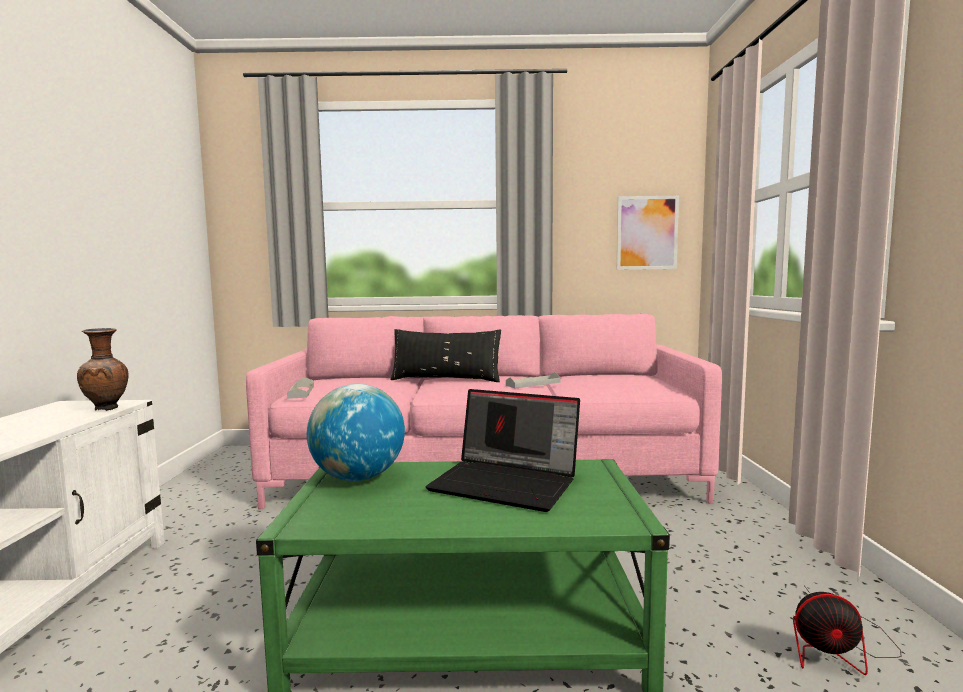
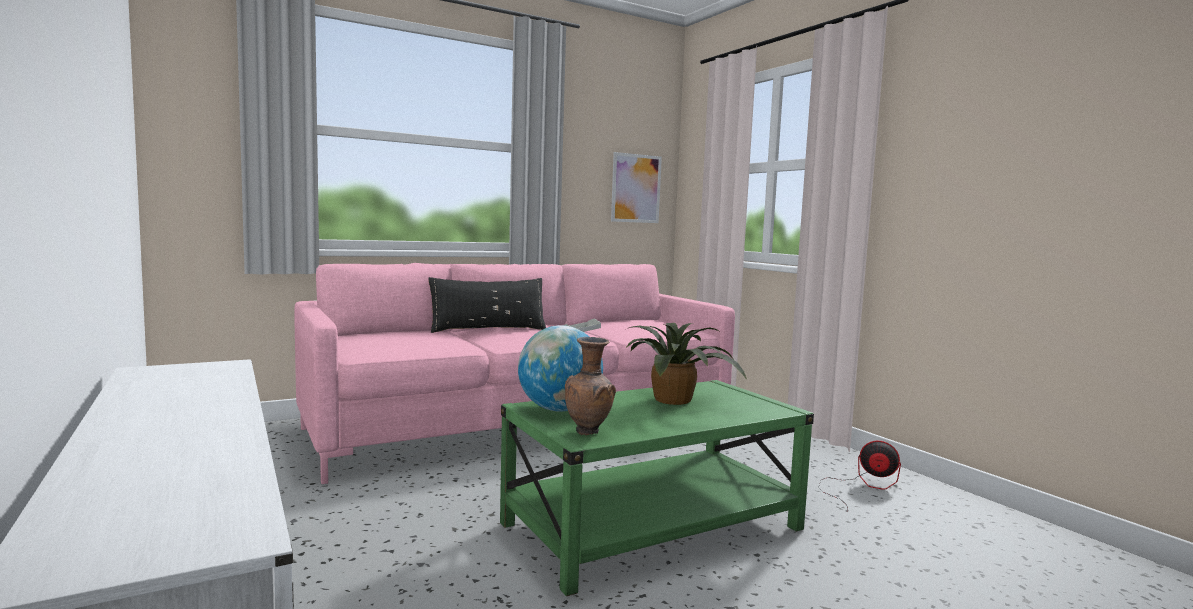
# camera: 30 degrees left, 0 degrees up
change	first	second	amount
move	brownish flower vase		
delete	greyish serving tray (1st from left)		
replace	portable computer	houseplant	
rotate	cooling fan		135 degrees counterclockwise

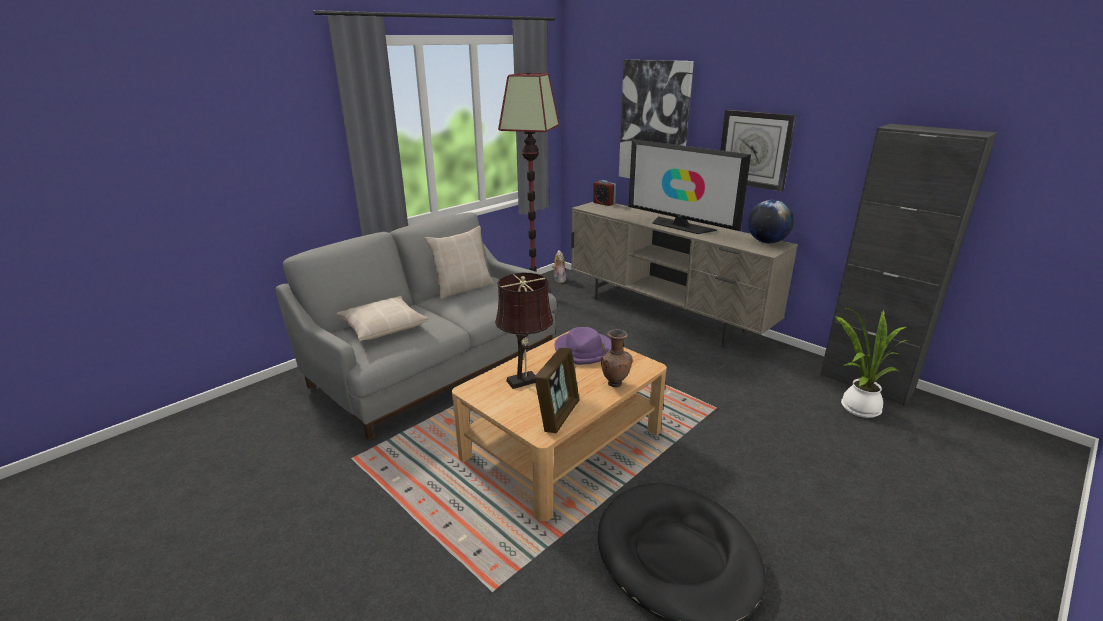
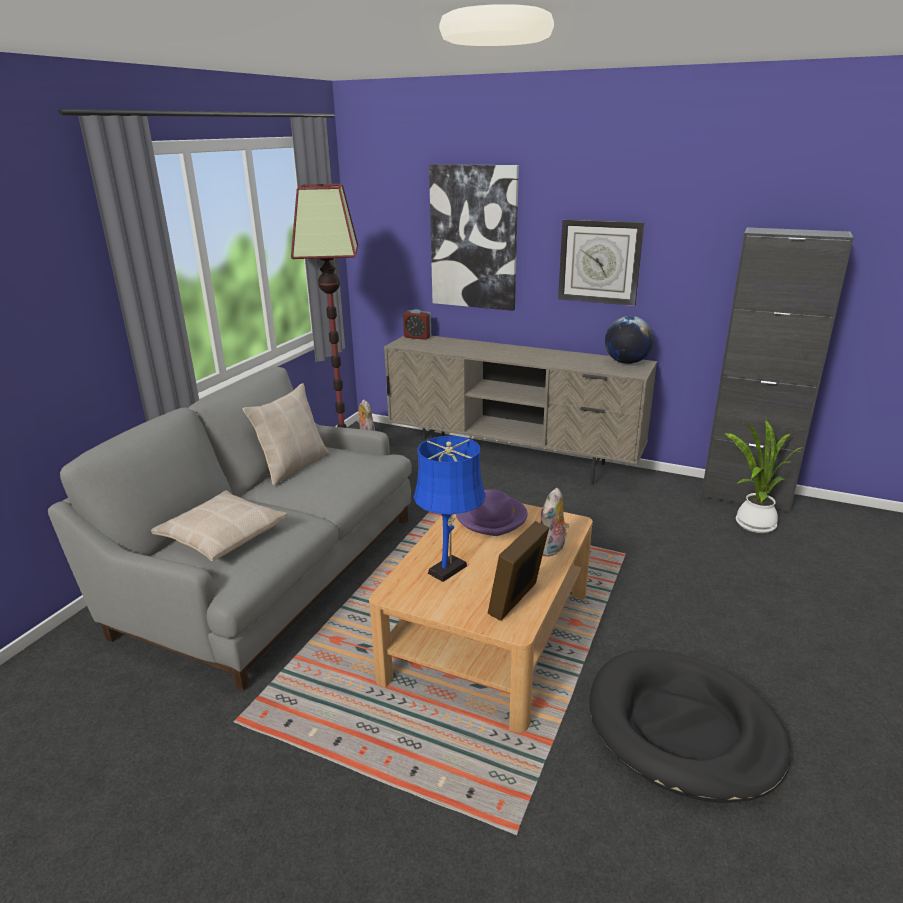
# camera: 20 degrees left, 0 degrees up
change	first	second	amount
delete	television		
recolor	brownish table lamp	blue-coloured table lamp	
replace	brownish flower vase	cuddly toy (2nd from left)	
rotate	photo frame		150 degrees counterclockwise

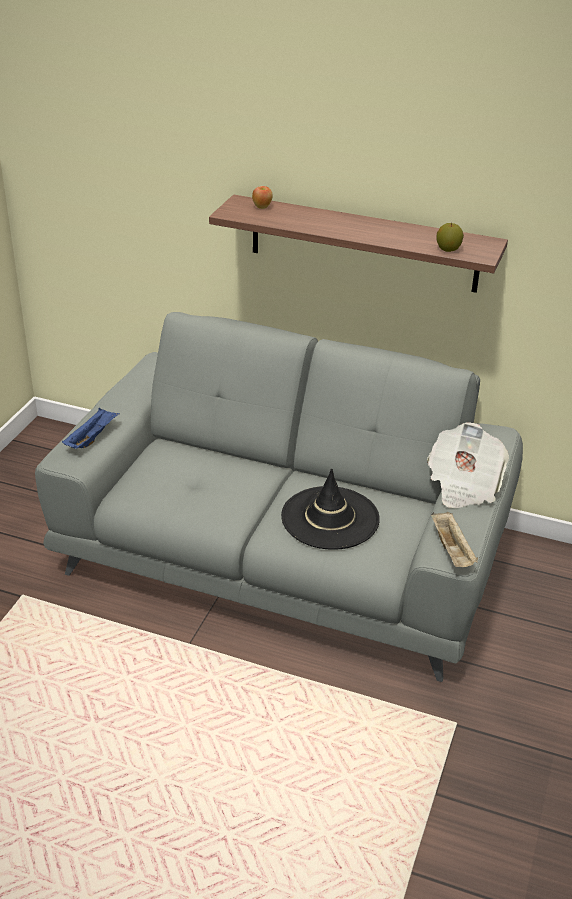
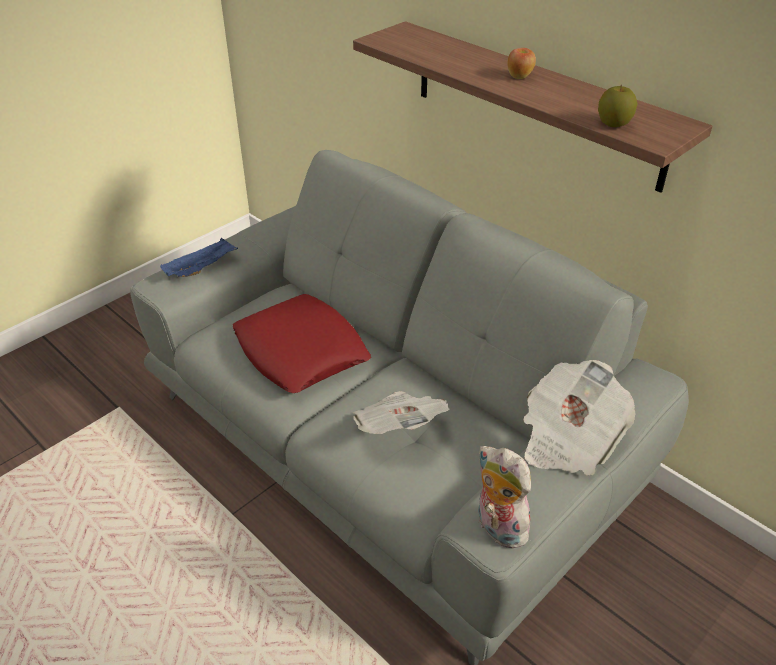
# camera: 25 degrees right, 5 degrees up
change	first	second	amount
move	apple (1st from left)		
replace	black wearable hat	daily paper (1st from left)	
replace	beige serving tray	cuddly toy	
insert		red cushion	

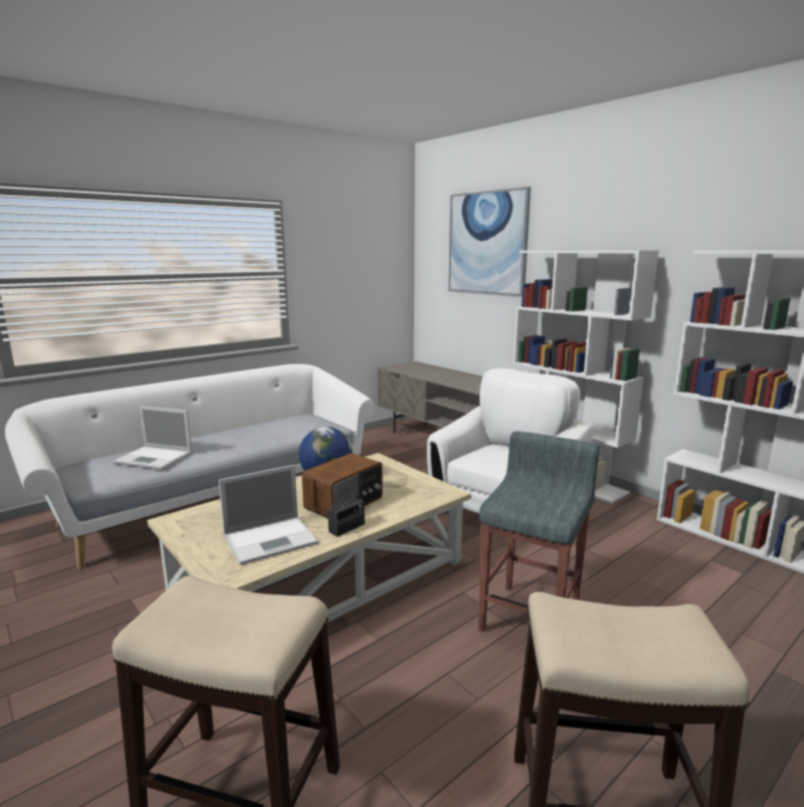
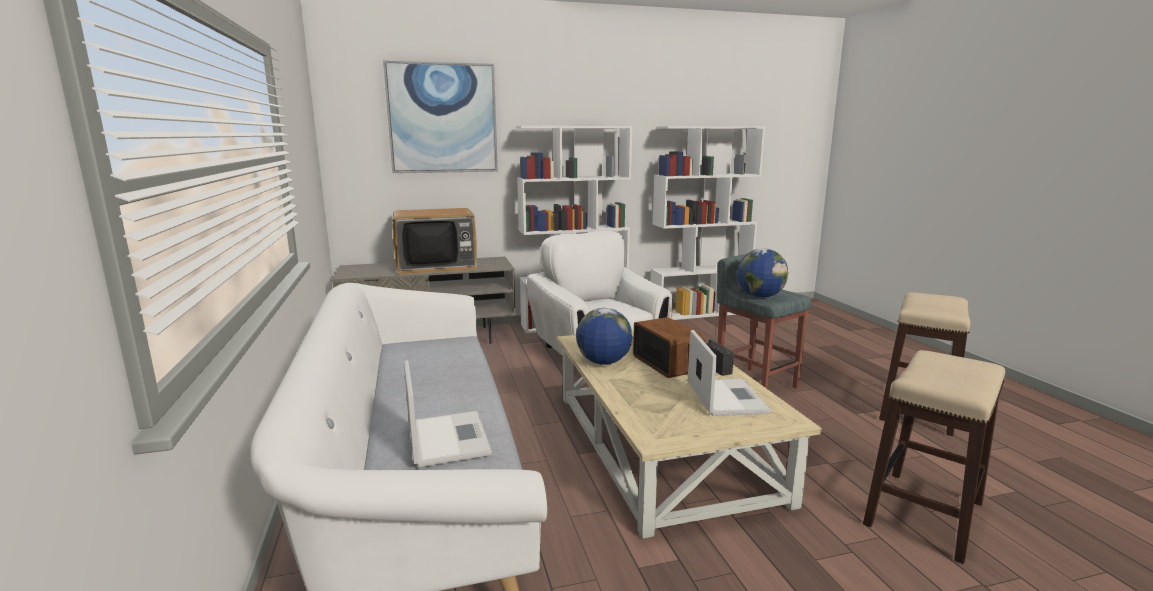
# camera: 65 degrees left, 0 degrees up
change	first	second	amount
rotate	portable computer (1st from left)		60 degrees counterclockwise
insert		television	
insert		globe (2nd from left)	

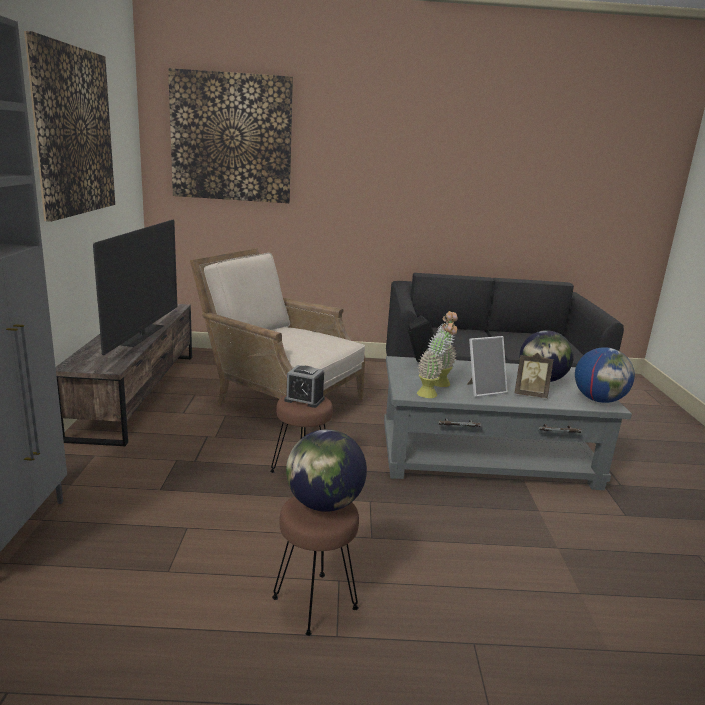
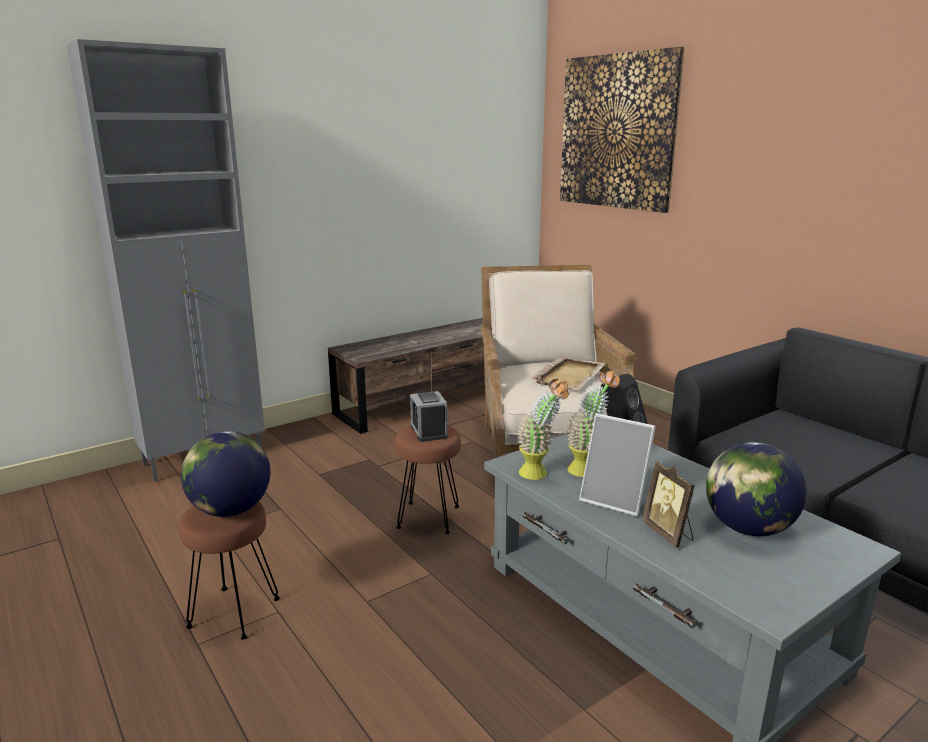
# camera: 55 degrees right, 0 degrees up
change	first	second	amount
delete	picture (1st from left)		
delete	television		
delete	globe (3rd from left)		
insert		beige serving tray	

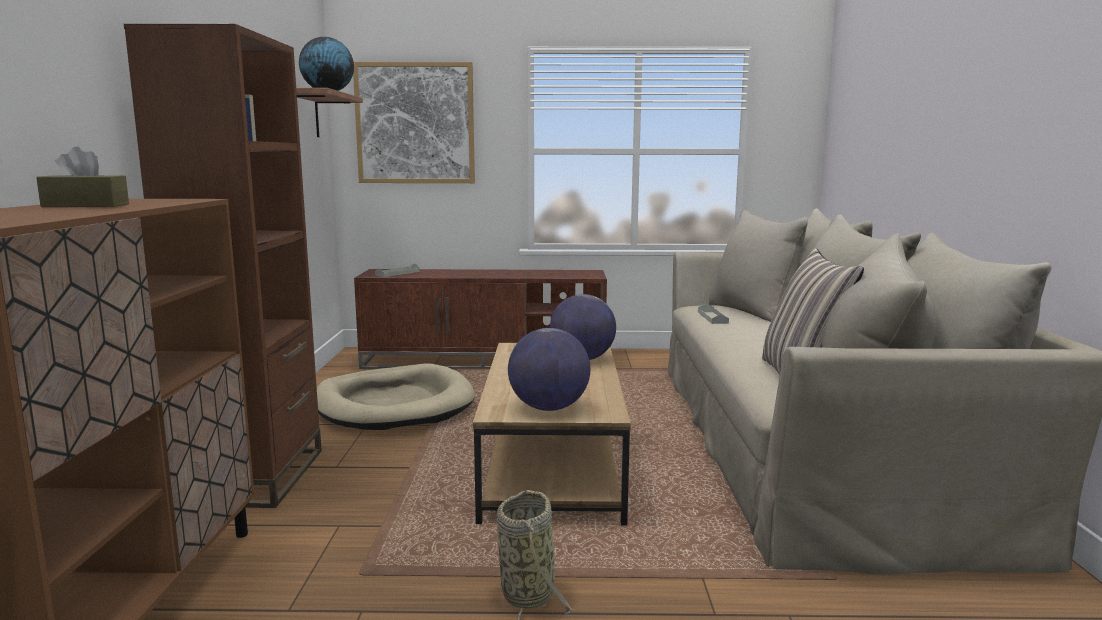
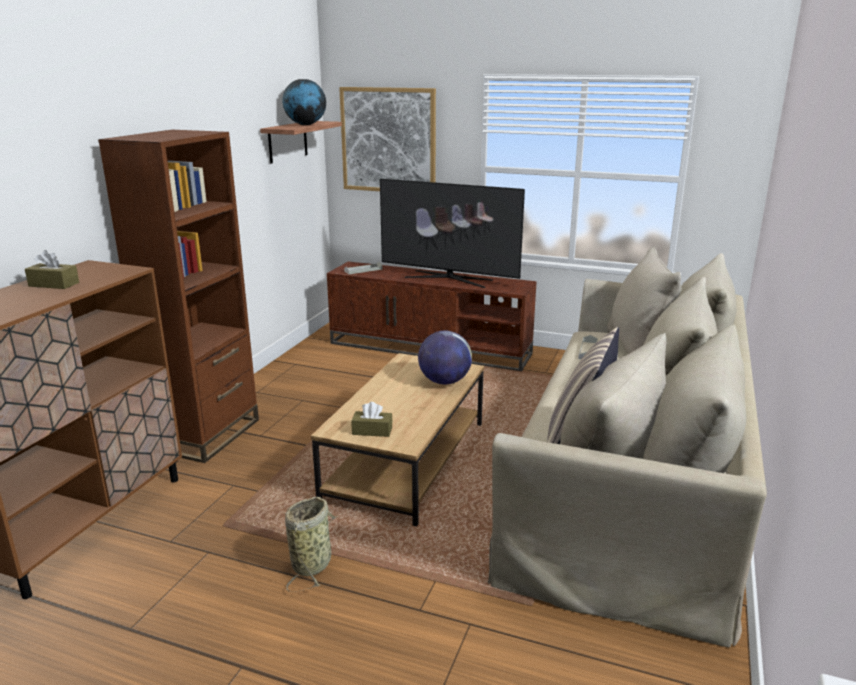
# camera: 20 degrees right, 10 degrees up
change	first	second	amount
replace	globe (2nd from left)	brownish box of tissues (2nd from left)	
delete	beige dog bed		
insert		television	

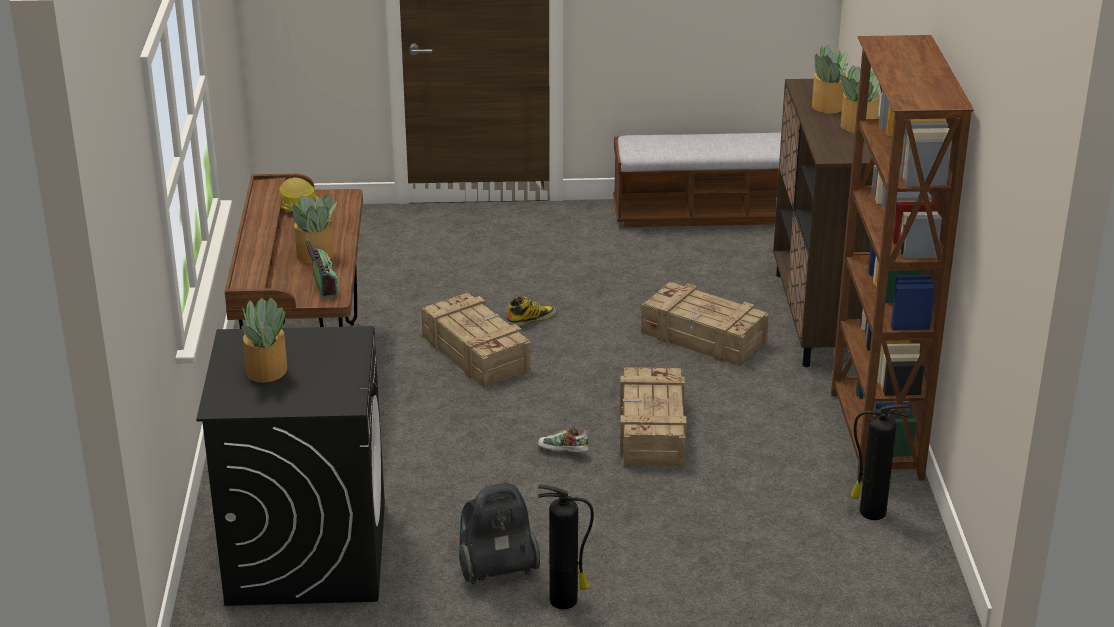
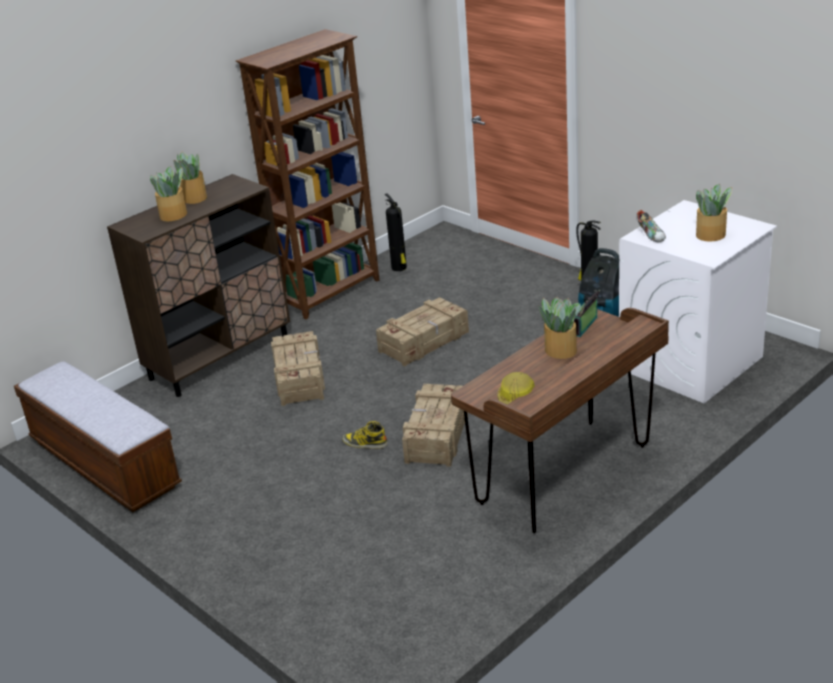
# camera: 130 degrees left, 0 degrees up
change	first	second	amount
recolor	black laundry appliance	white laundry appliance	
move	shoe		

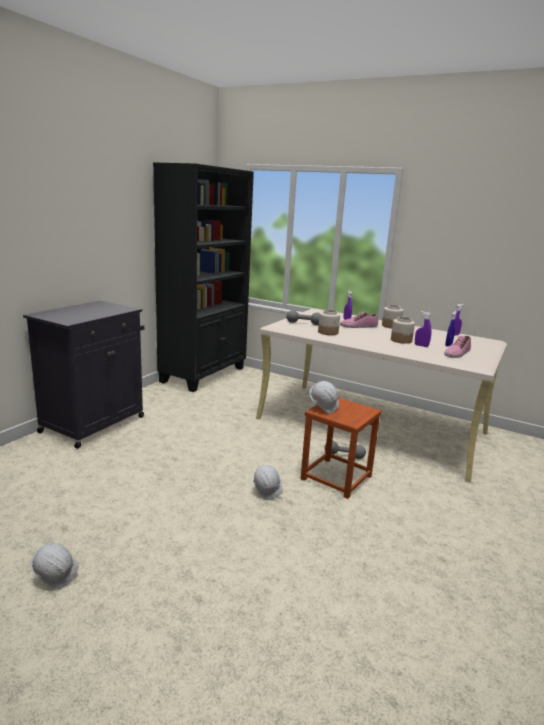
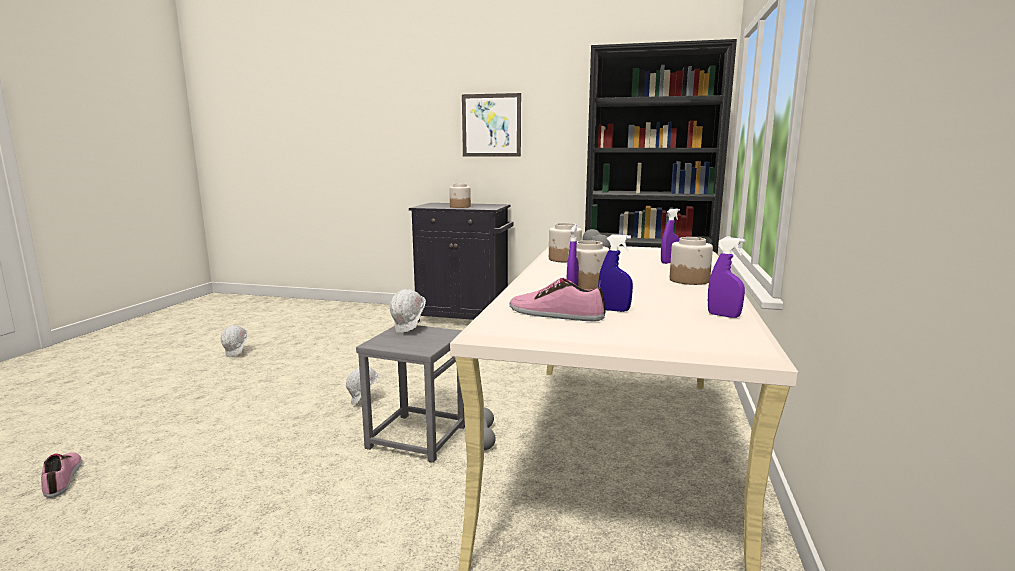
# camera: 75 degrees right, 5 degrees down
change	first	second	amount
move	shoe (1st from left)		
recolor	brownish sitting stool	greyish sitting stool	
insert		picture	
insert		storage jar (1st from left)	

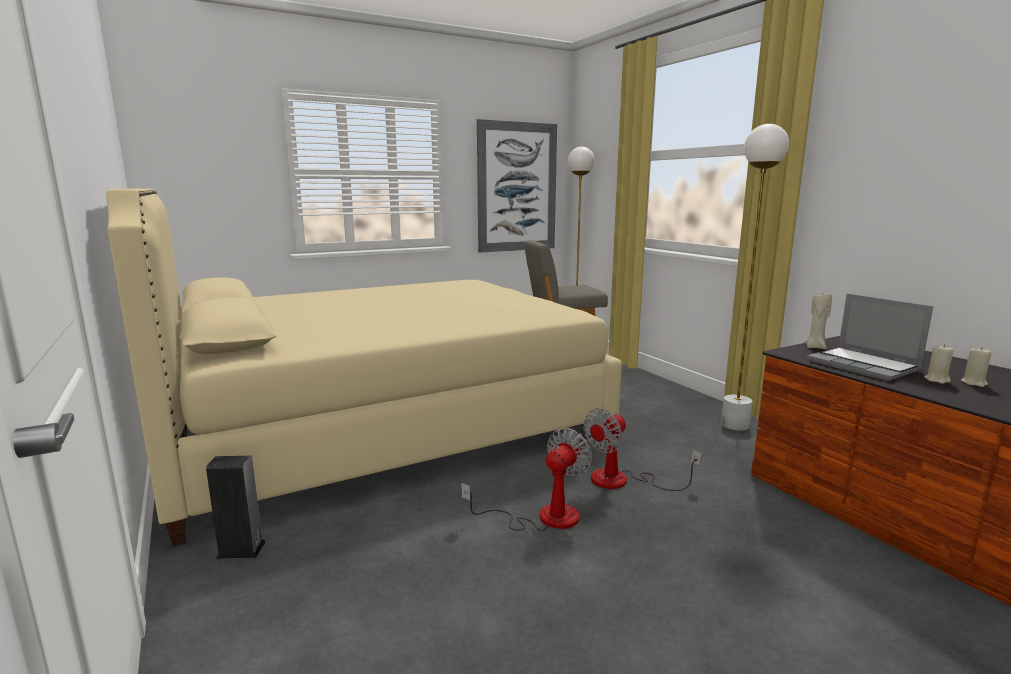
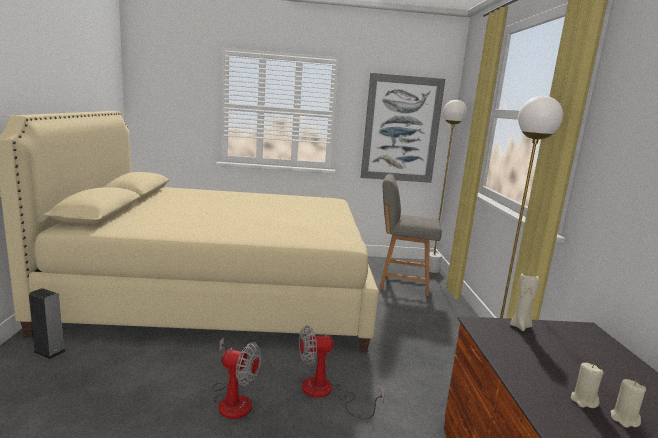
# camera: 25 degrees right, 0 degrees up
change	first	second	amount
delete	portable computer		
rotate	cooling fan (1st from left)		45 degrees clockwise

